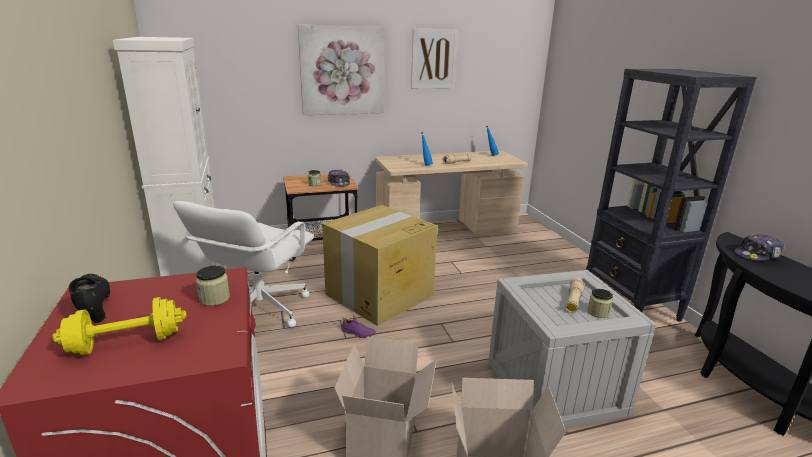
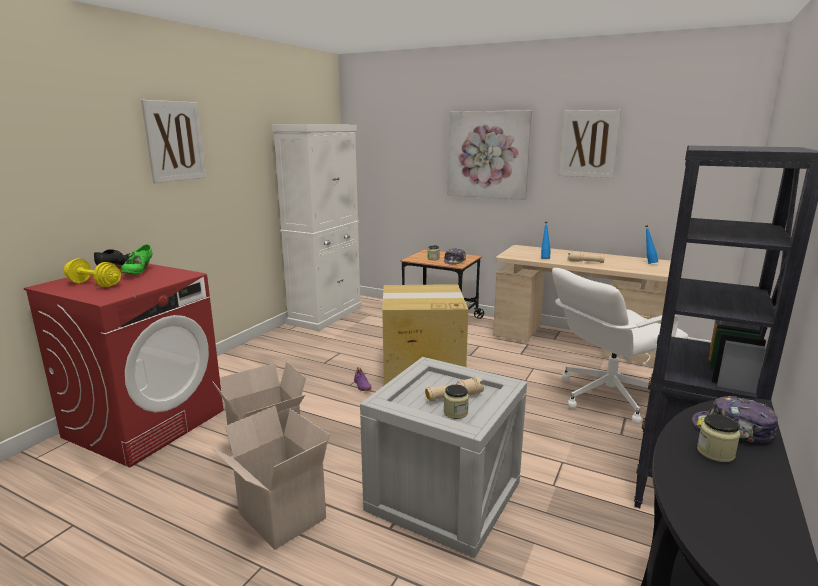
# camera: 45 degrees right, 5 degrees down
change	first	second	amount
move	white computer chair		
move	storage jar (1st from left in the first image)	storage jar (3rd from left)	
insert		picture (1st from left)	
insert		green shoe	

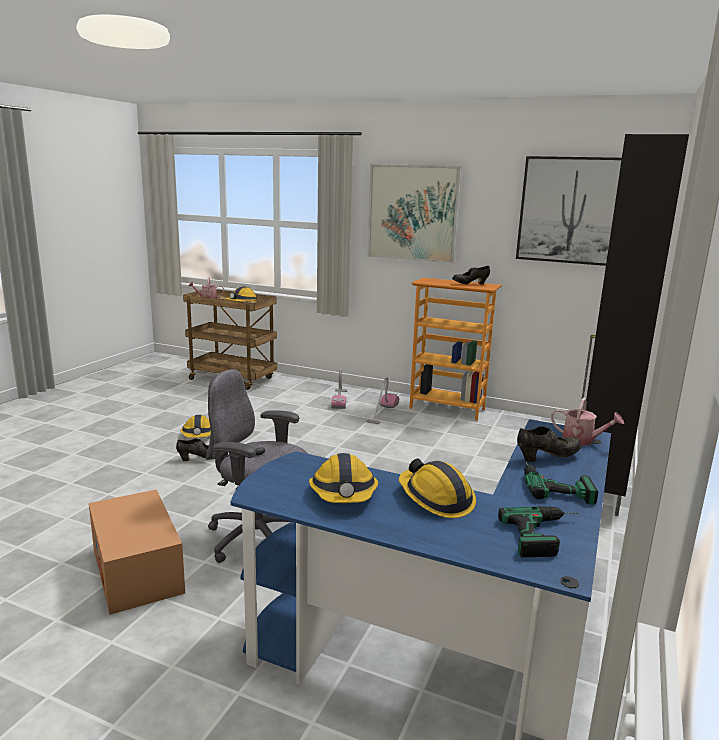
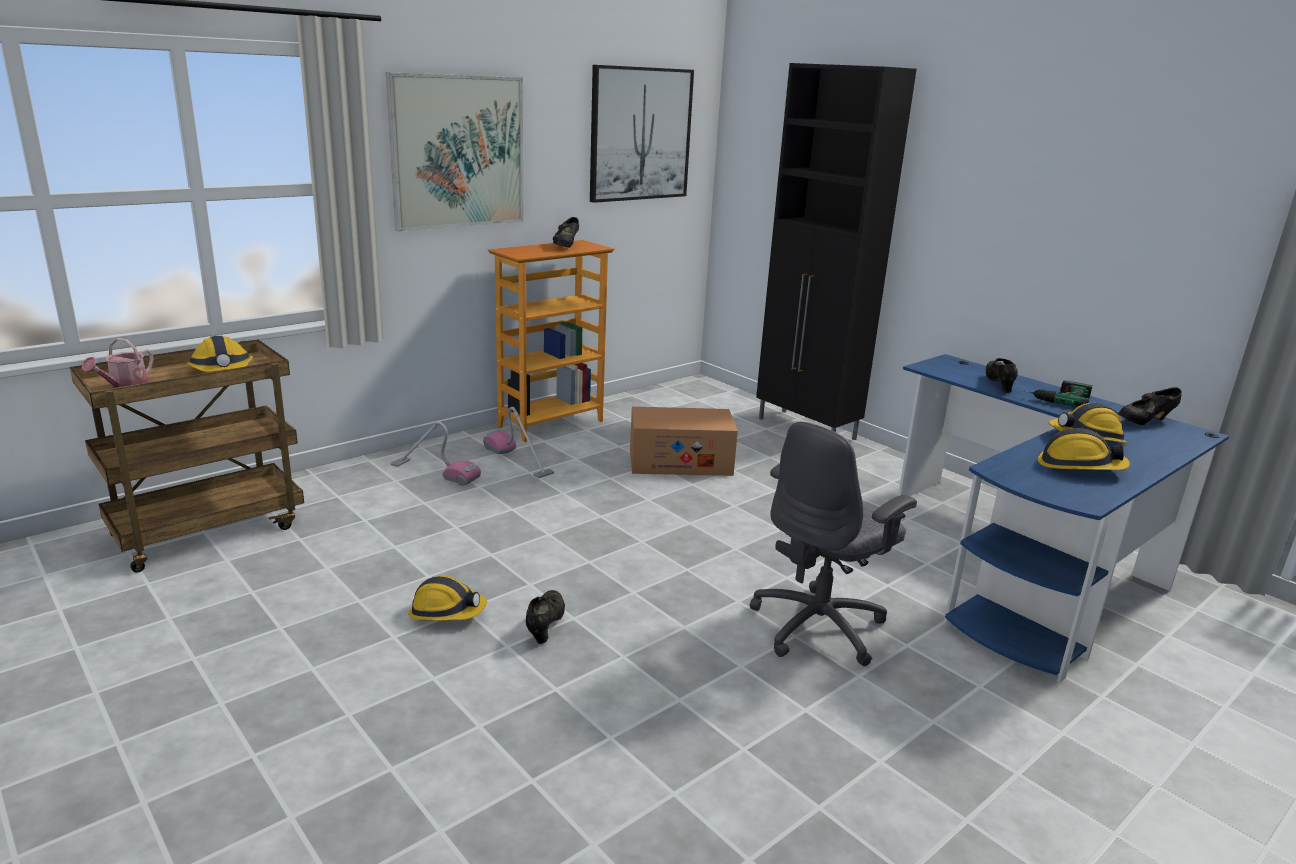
# camera: 65 degrees left, 5 degrees up
change	first	second	amount
delete	watering can (2nd from left)		
move	carton		
replace	drill (1st from left)	black shoe (4th from left)	

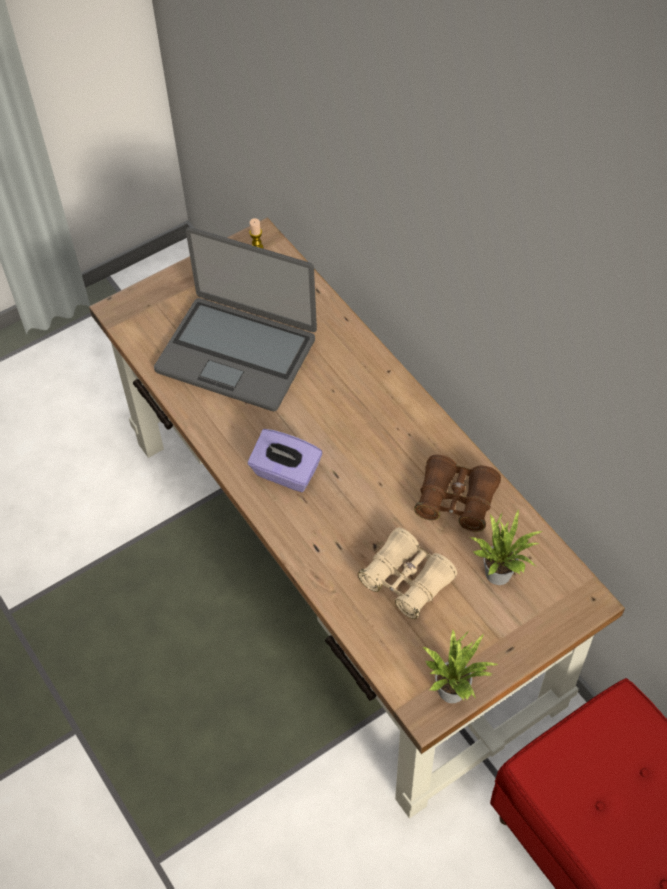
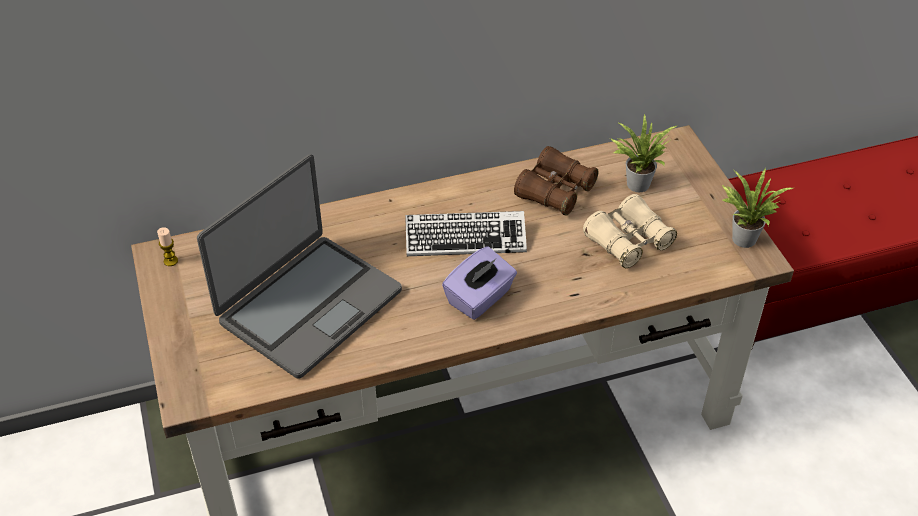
# camera: 75 degrees left, 10 degrees down
change	first	second	amount
insert		keyboard	

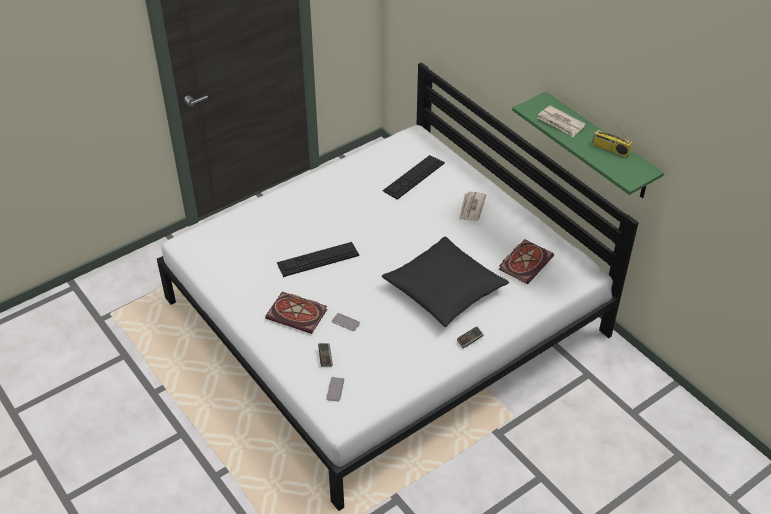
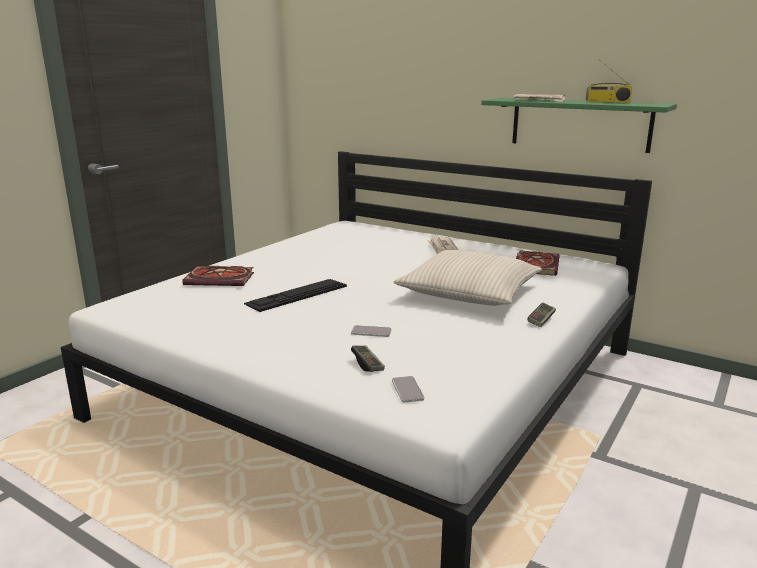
# camera: 20 degrees left, 25 degrees down
change	first	second	amount
delete	keyboard (2nd from left)		
recolor	black cushion	beige cushion	
move	bound book (1st from left)		

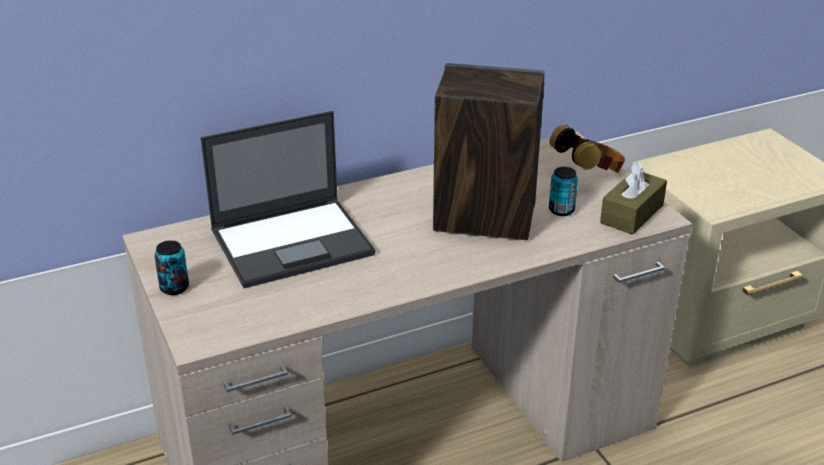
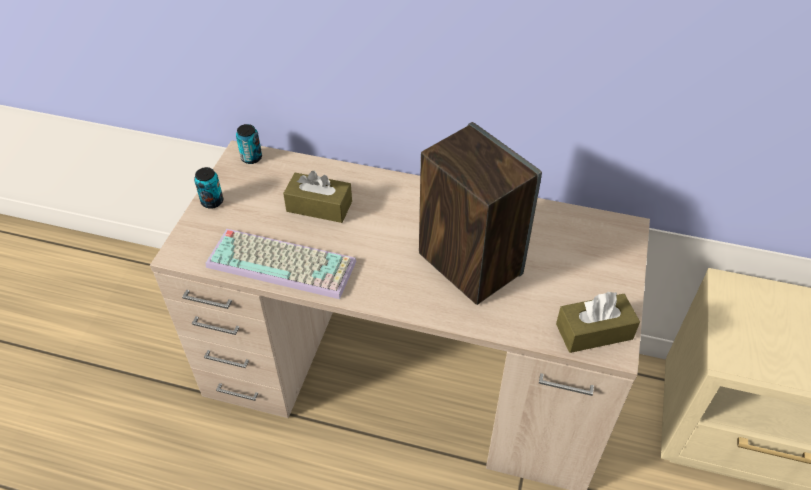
# camera: 40 degrees right, 15 degrees up
change	first	second	amount
replace	portable computer	brownish box of tissues (1st from left)	
delete	pair of headphones		
move	sealed can (2nd from left)		
insert		keyboard	

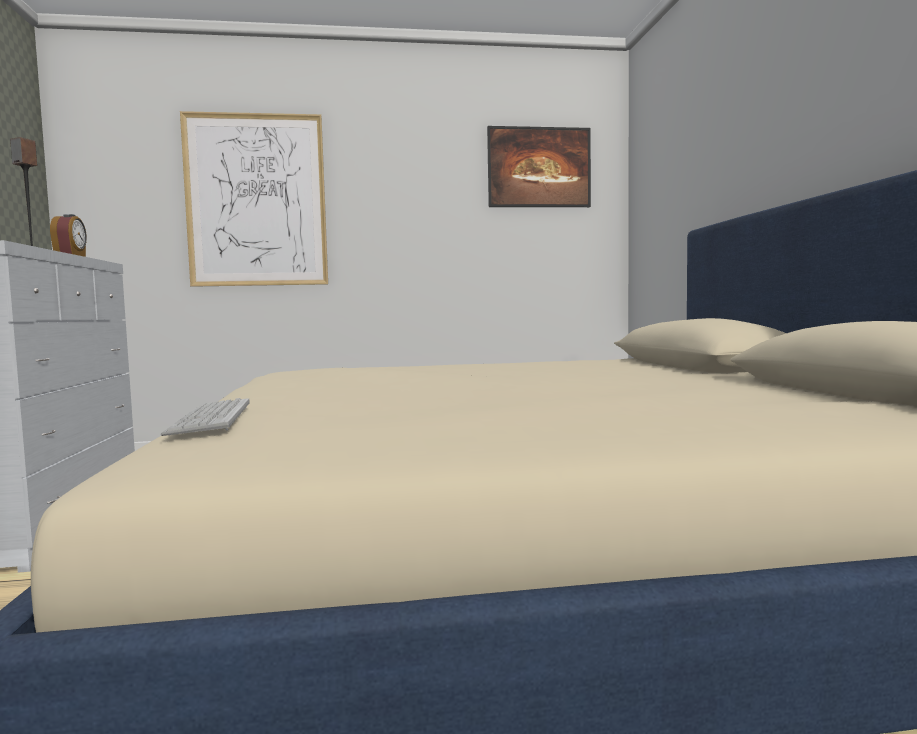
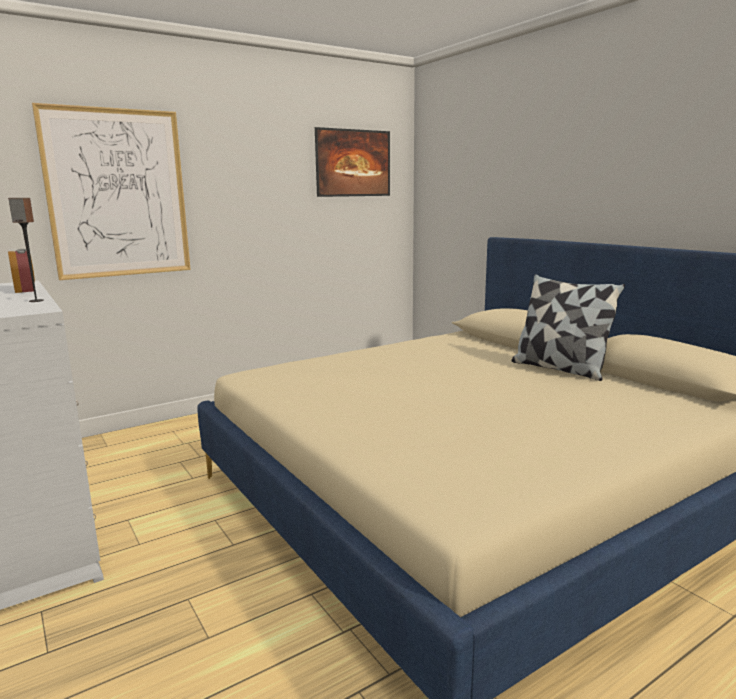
# camera: 25 degrees left, 10 degrees up
change	first	second	amount
delete	keyboard		
insert		cushion	

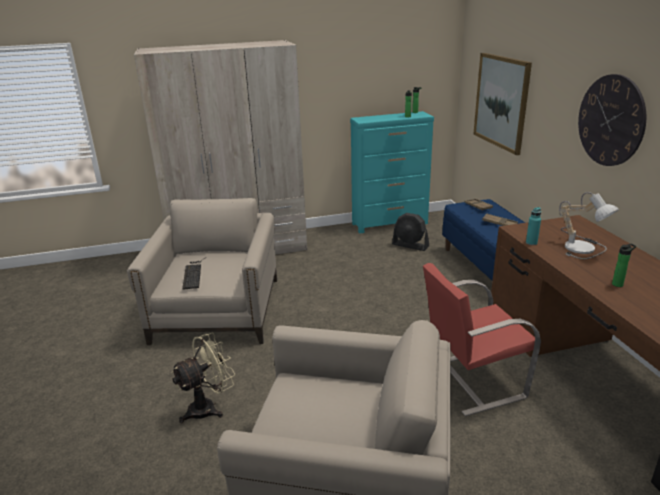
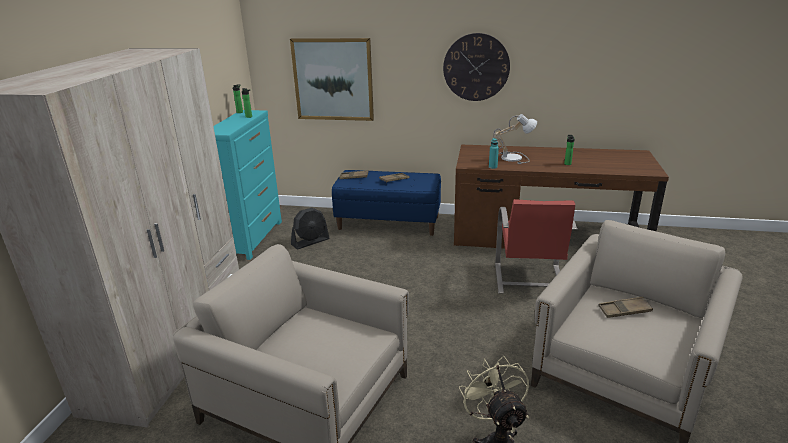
# camera: 65 degrees left, 0 degrees up
change	first	second	amount
delete	keyboard		
insert		brownish serving tray (3rd from left)	

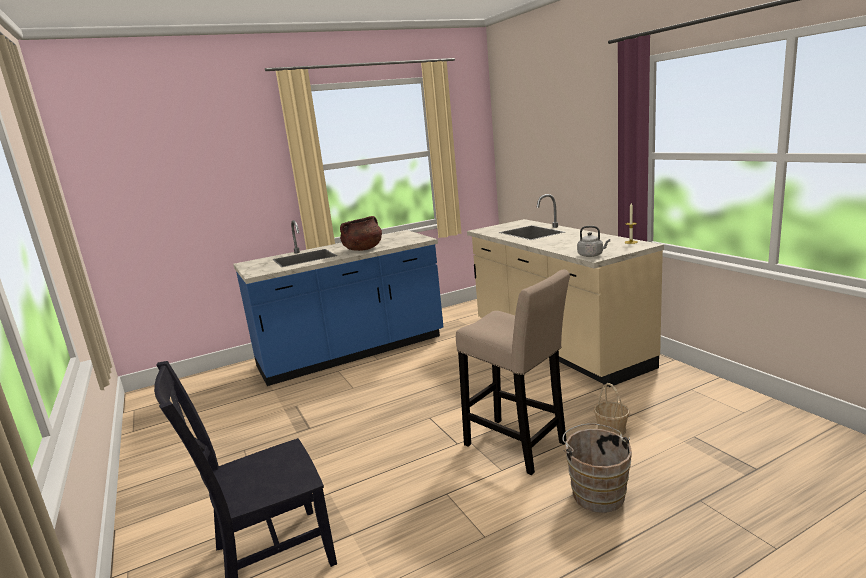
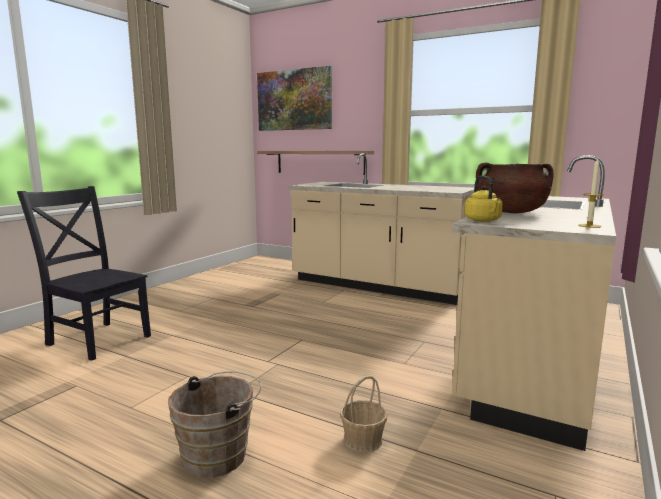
# camera: 55 degrees right, 5 degrees down
change	first	second	amount
move	brownish cooking pot		
recolor	blue-coloured counter	beige counter (1st from left)	
recolor	greyish tea kettle	yellowish tea kettle	
delete	beige sitting stool		
insert		picture	
insert		shelf	

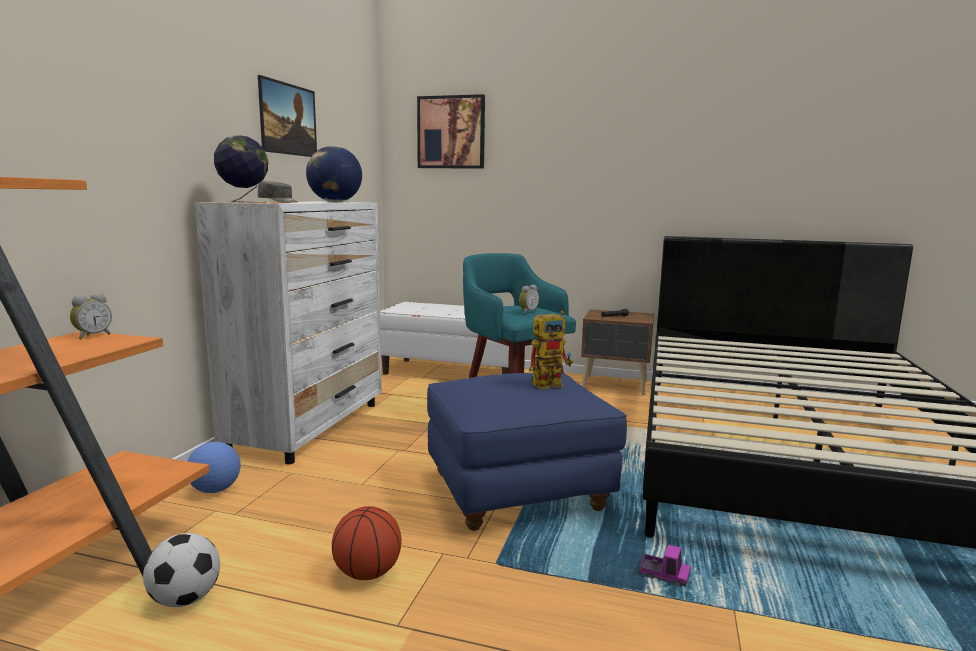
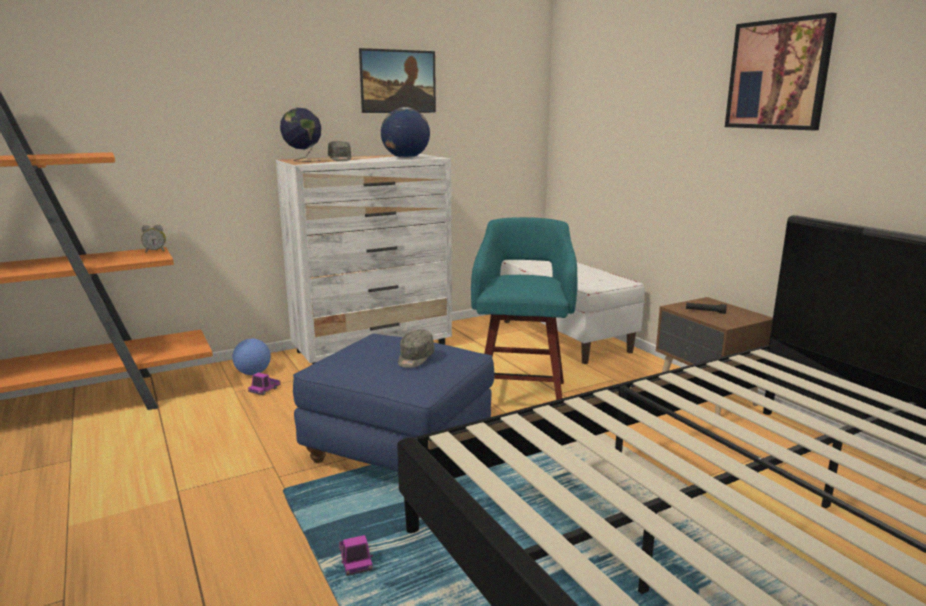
# camera: 45 degrees right, 5 degrees up
change	first	second	amount
move	picture (2nd from left)		
delete	table clock (2nd from left)		
replace	toy robot	greyish baseball cap (2nd from left)	
delete	basketball ball		
delete	ball for football (1st from left)		
insert		model truck (1st from left)	

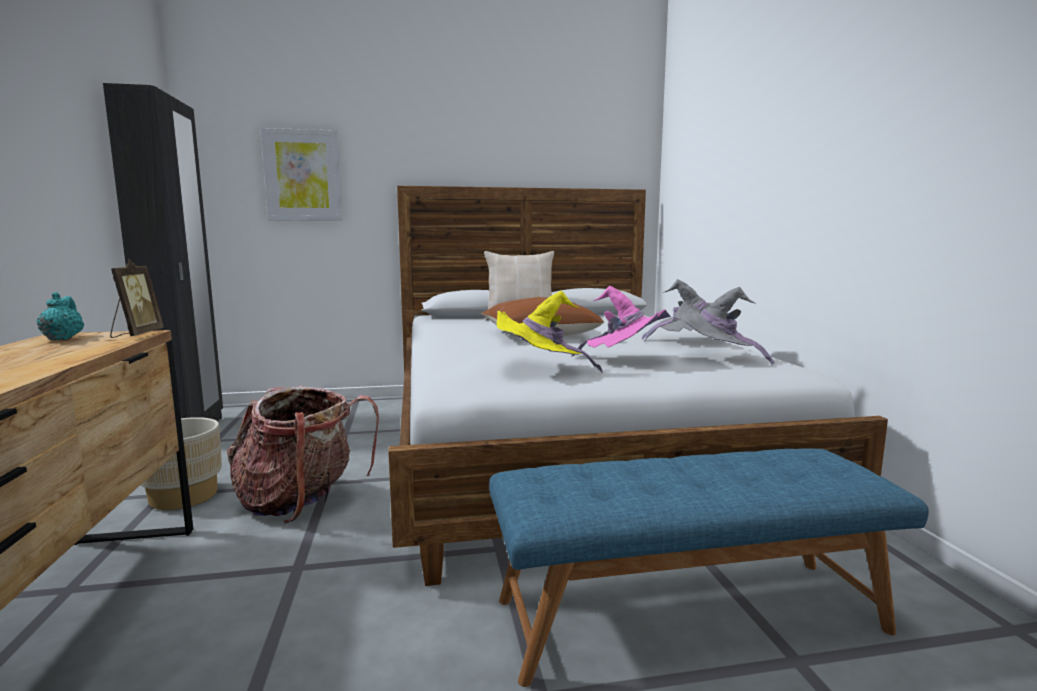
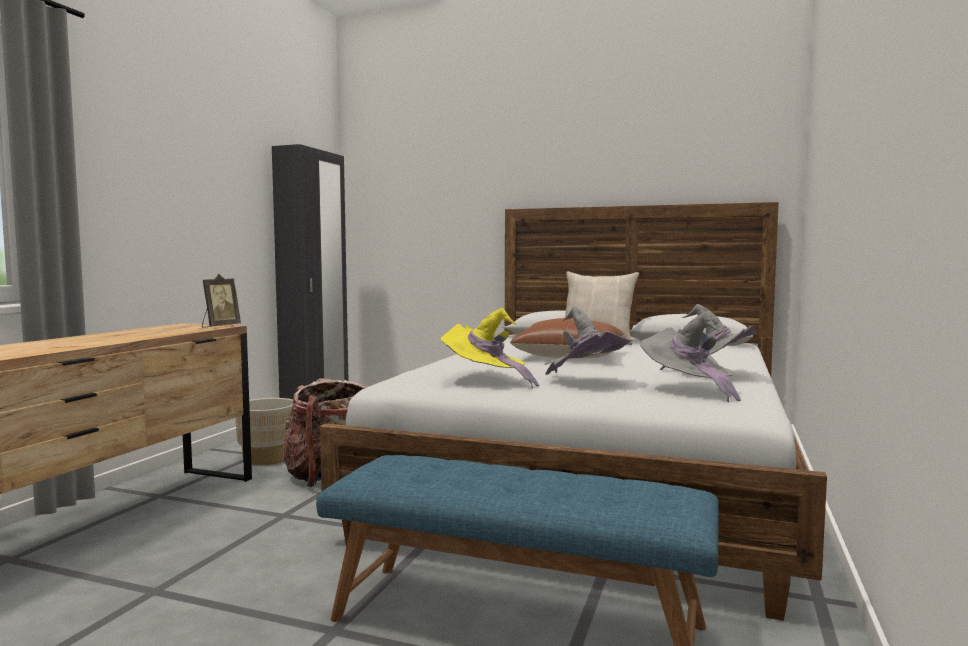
# camera: 30 degrees right, 5 degrees down
change	first	second	amount
delete	picture		
recolor	pink wearable hat	greyish wearable hat (1st from left)	
delete	turquoise-coloured pot for tea		

